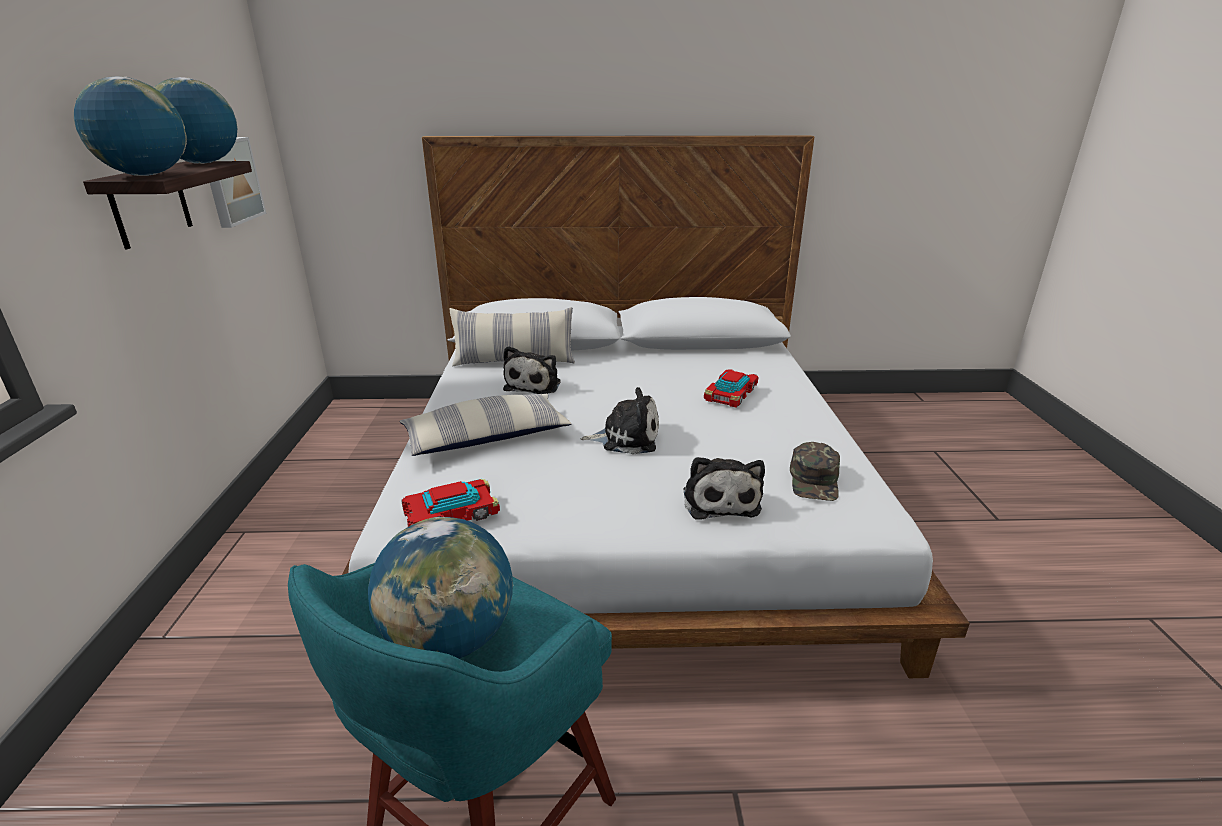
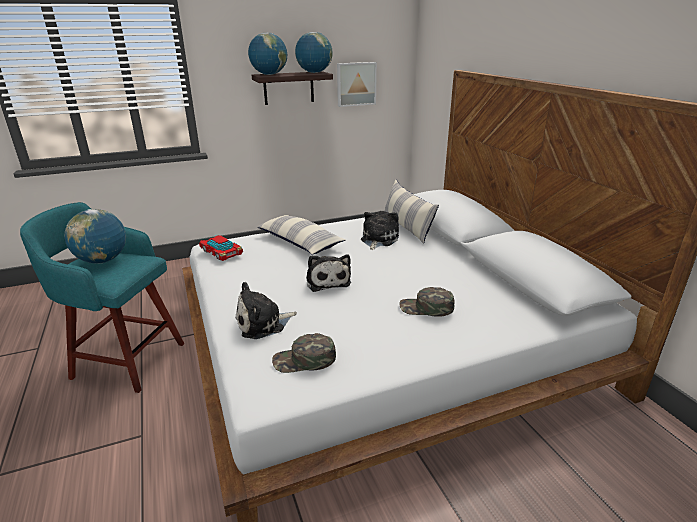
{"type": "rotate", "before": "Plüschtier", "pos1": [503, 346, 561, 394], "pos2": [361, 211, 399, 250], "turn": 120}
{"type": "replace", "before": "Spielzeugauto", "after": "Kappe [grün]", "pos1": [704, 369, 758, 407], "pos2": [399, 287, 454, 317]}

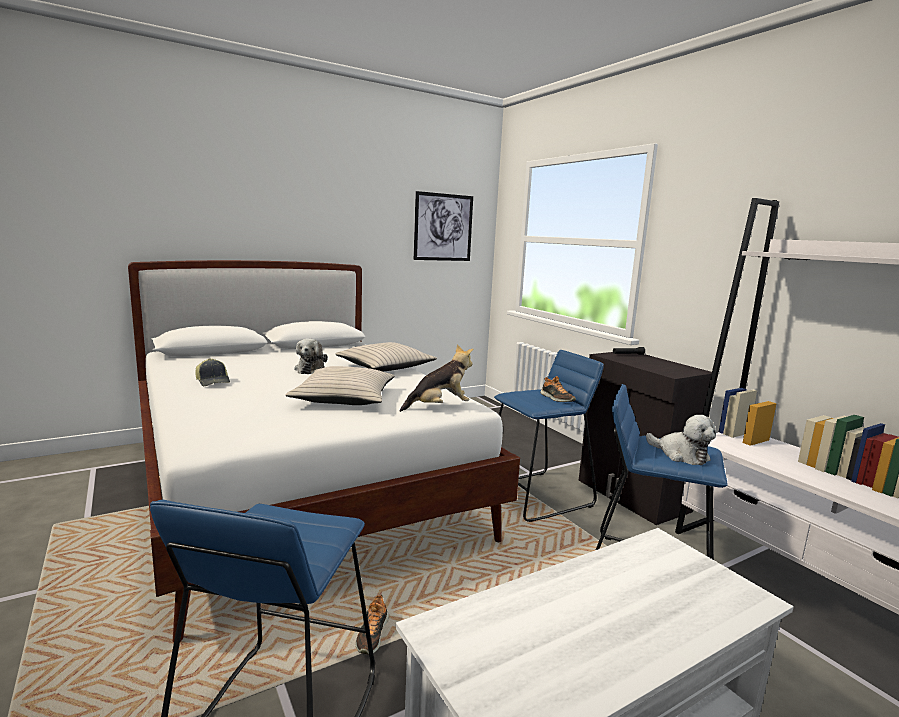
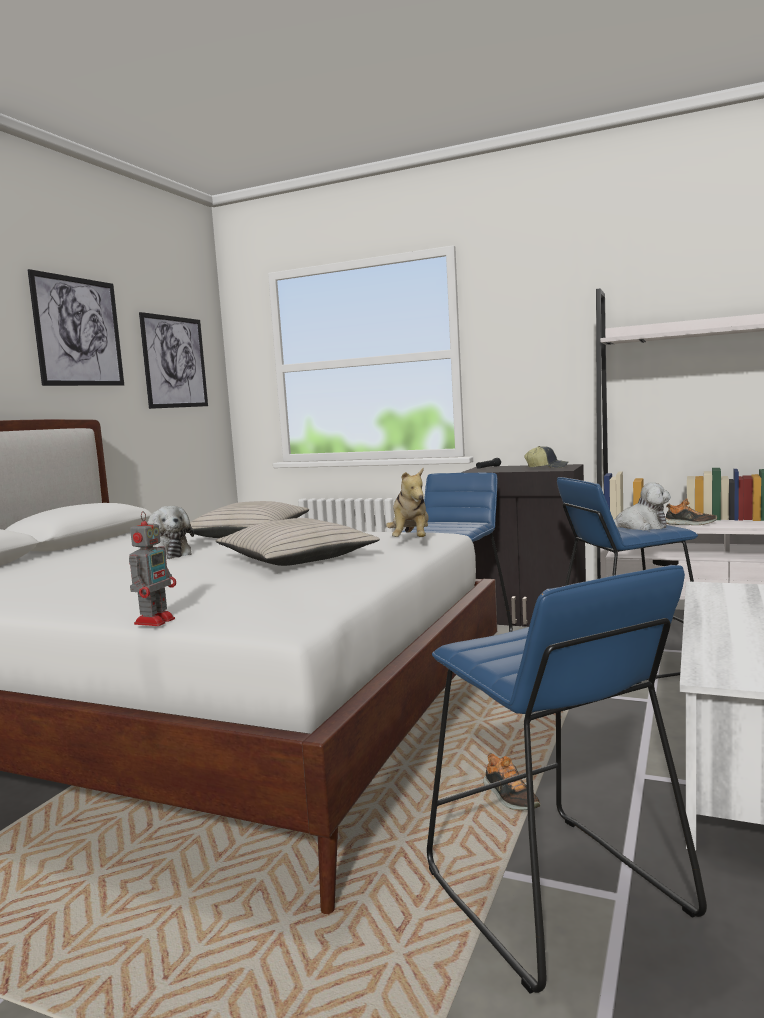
{"type": "insert", "after": "Bild", "pos2": [28, 269, 124, 386]}
{"type": "insert", "after": "Spielzeugroboter", "pos2": [129, 511, 176, 626]}
{"type": "rotate", "before": "Plüschtier", "pos1": [399, 344, 473, 412], "pos2": [386, 468, 429, 537], "turn": 150}
{"type": "move", "before": "Kappe", "pos1": [195, 358, 230, 386], "pos2": [524, 446, 569, 468]}
{"type": "move", "before": "Schuh", "pos1": [540, 376, 576, 402], "pos2": [665, 498, 717, 525]}

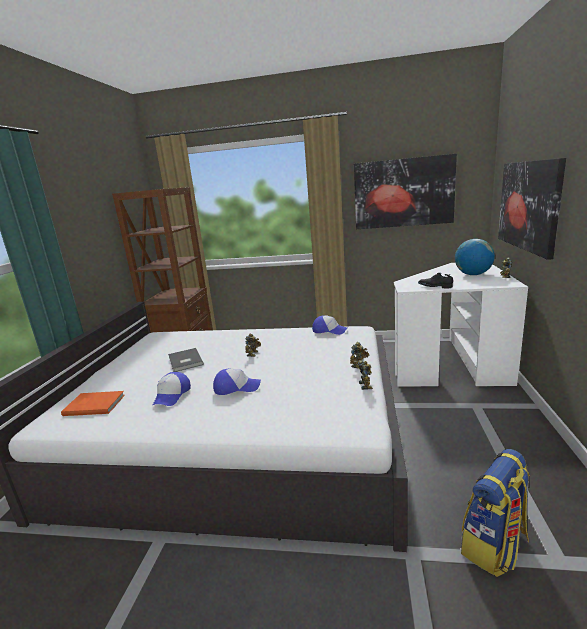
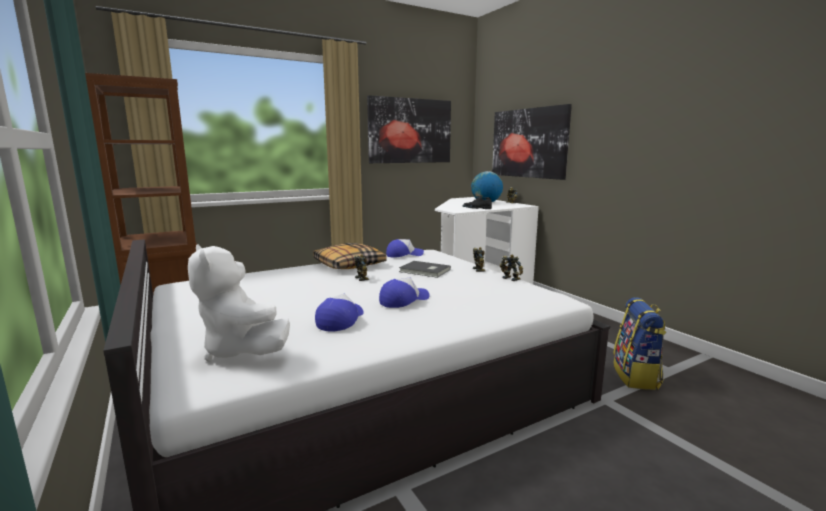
{"type": "replace", "before": "Buch [orange]", "after": "Plüschtier [weiß]", "pos1": [61, 391, 125, 416], "pos2": [188, 244, 290, 361]}
{"type": "insert", "after": "Kissen", "pos2": [313, 243, 387, 269]}
{"type": "rotate", "before": "Kappe", "pos1": [152, 372, 191, 406], "pos2": [315, 294, 364, 332], "turn": -135}
{"type": "move", "before": "Buch [grau]", "pos1": [168, 348, 204, 372], "pos2": [399, 261, 451, 278]}

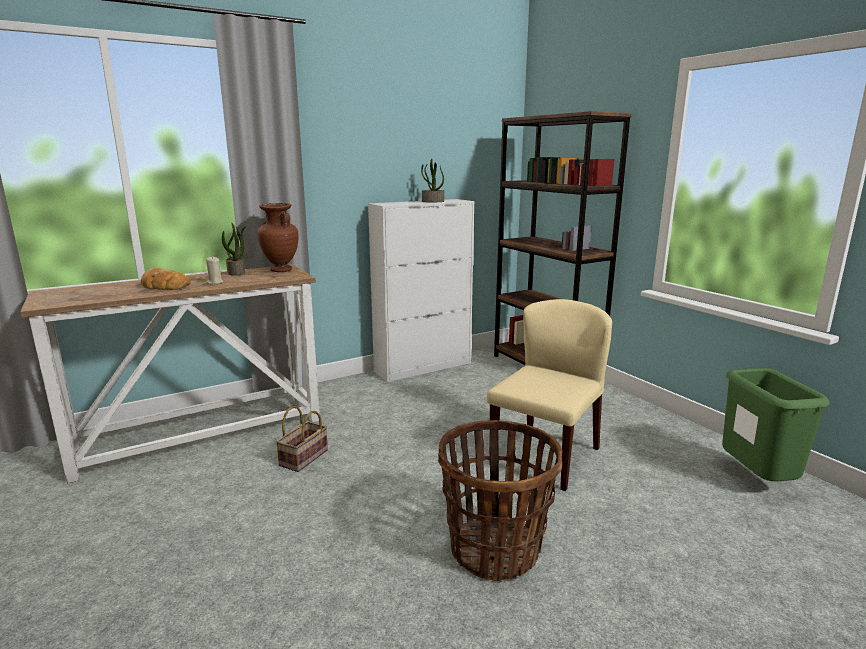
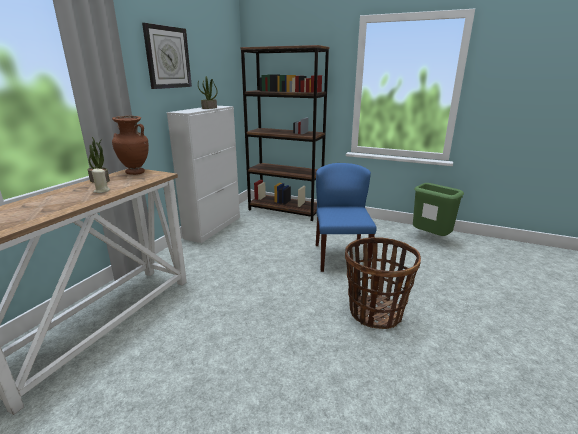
{"type": "insert", "after": "Wanduhr", "pos2": [142, 23, 192, 89]}
{"type": "recolor", "before": "Stuhl [beige]", "after": "Stuhl [blau]", "pos1": [487, 299, 612, 491], "pos2": [316, 163, 377, 272]}
{"type": "delete", "before": "Brot", "pos1": [141, 268, 190, 290]}
{"type": "delete", "before": "Korb", "pos1": [276, 406, 328, 472]}

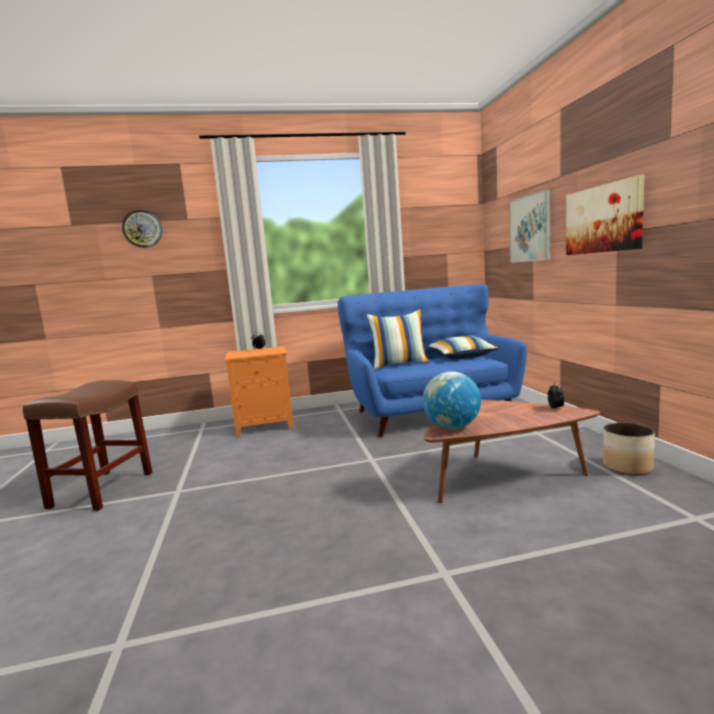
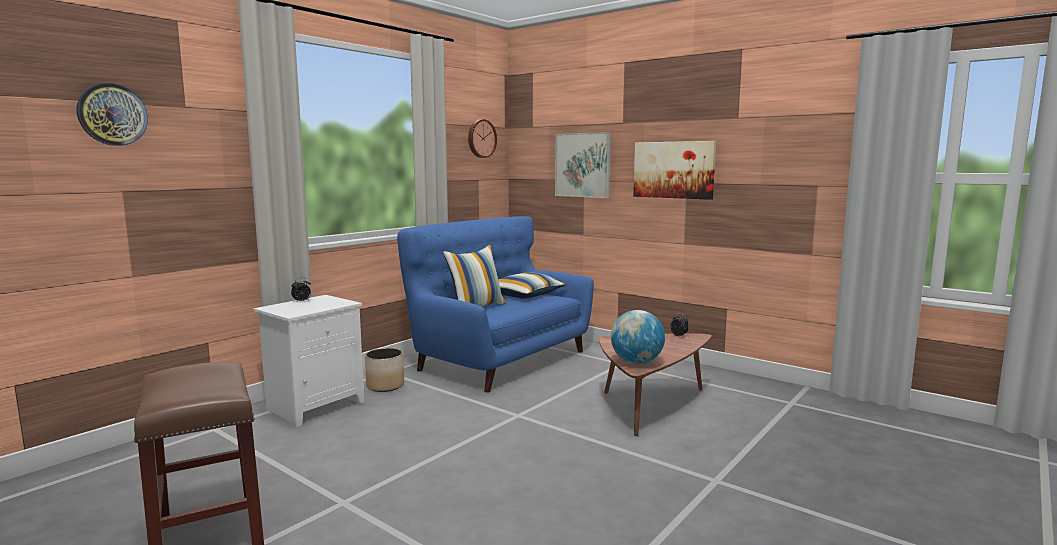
{"type": "recolor", "before": "Nachttisch [orange]", "after": "Nachttisch [weiß]", "pos1": [224, 346, 293, 437], "pos2": [253, 295, 364, 427]}
{"type": "move", "before": "Pflanzkübel", "pos1": [603, 422, 655, 475], "pos2": [365, 348, 404, 392]}
{"type": "insert", "after": "Wanduhr", "pos2": [468, 119, 497, 158]}

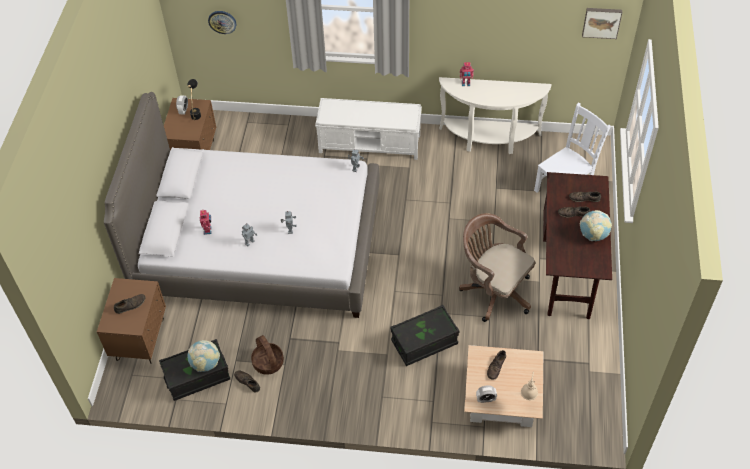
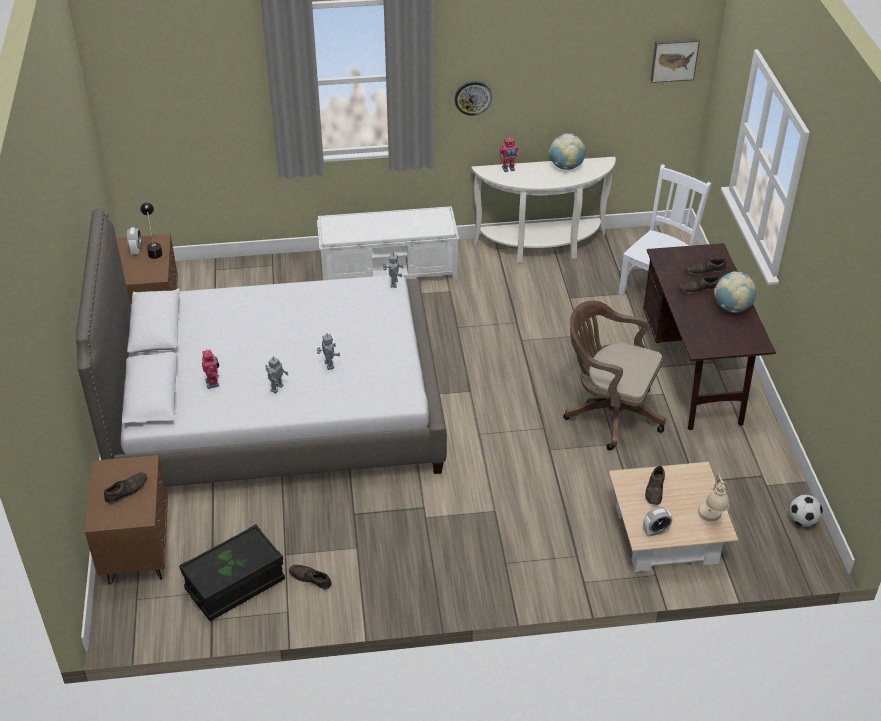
{"type": "move", "before": "Wanduhr", "pos1": [208, 11, 236, 34], "pos2": [455, 81, 492, 116]}
{"type": "move", "before": "Globus", "pos1": [188, 340, 220, 372], "pos2": [549, 133, 585, 170]}
{"type": "insert", "after": "Fußball", "pos2": [789, 495, 823, 527]}
{"type": "delete", "before": "Korb", "pos1": [251, 335, 284, 375]}
{"type": "delete", "before": "Aufbewahrungsbox [schwarz]", "pos1": [390, 305, 459, 366]}

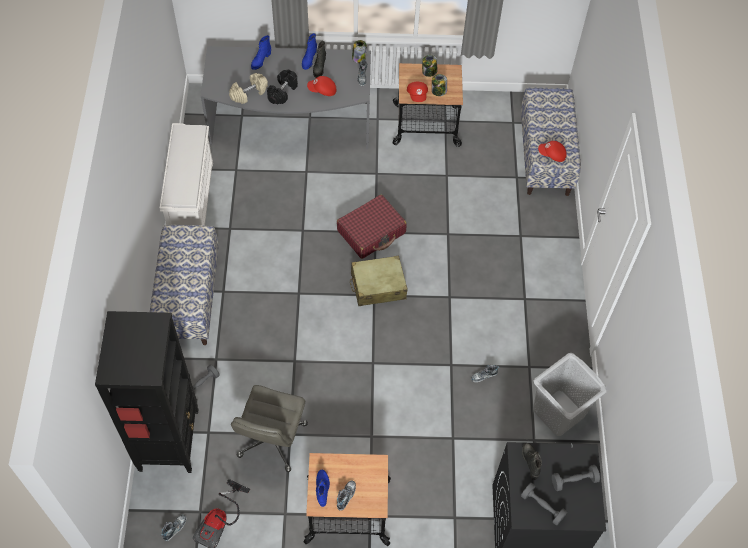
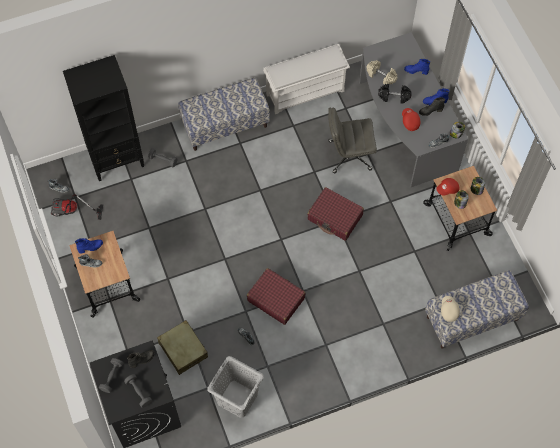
{"type": "move", "before": "Koffer [beige]", "pos1": [350, 256, 408, 306], "pos2": [157, 320, 208, 375]}
{"type": "insert", "after": "Koffer [rot]", "pos2": [247, 268, 306, 325]}
{"type": "move", "before": "Bürostuhl [grau]", "pos1": [231, 385, 308, 472], "pos2": [328, 107, 377, 173]}
{"type": "recolor", "before": "Kappe [rot]", "after": "Kappe [beige]", "pos1": [538, 141, 567, 162], "pos2": [441, 296, 460, 322]}

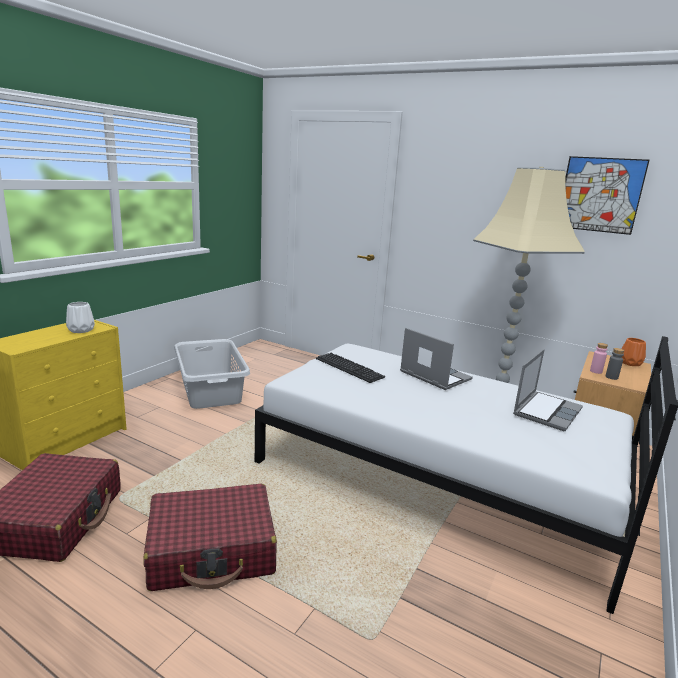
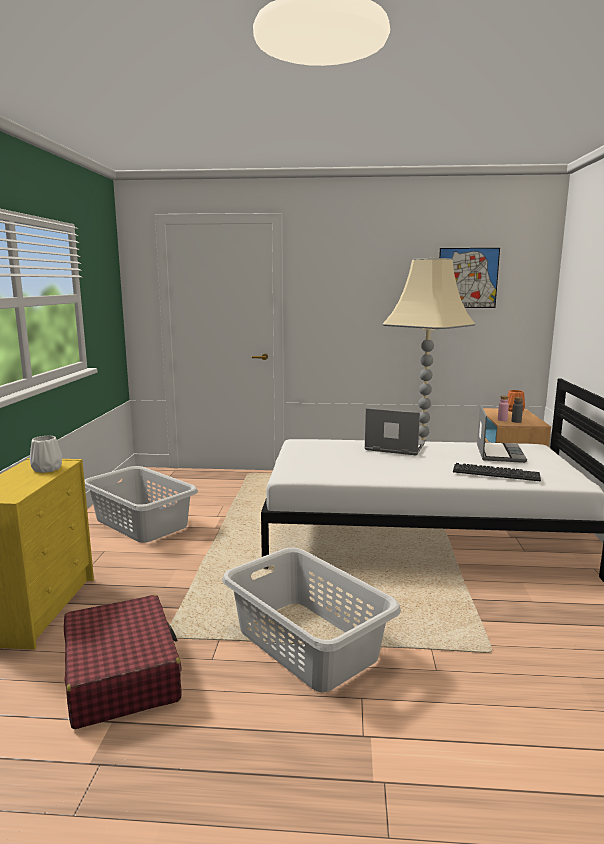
{"type": "replace", "before": "Koffer [rot]", "after": "Wäschekorb [grau]", "pos1": [143, 484, 277, 591], "pos2": [222, 548, 401, 692]}
{"type": "move", "before": "Tastatur", "pos1": [316, 353, 385, 383], "pos2": [453, 463, 541, 481]}

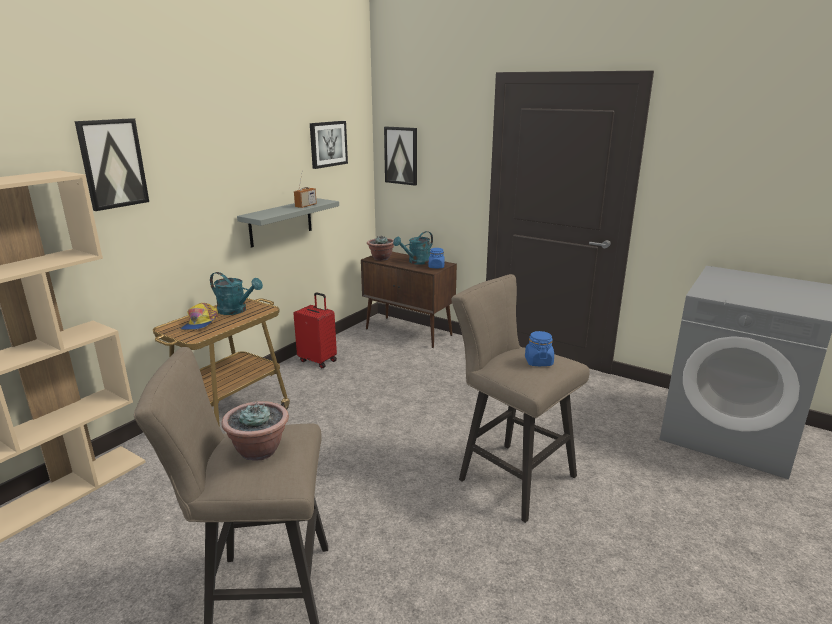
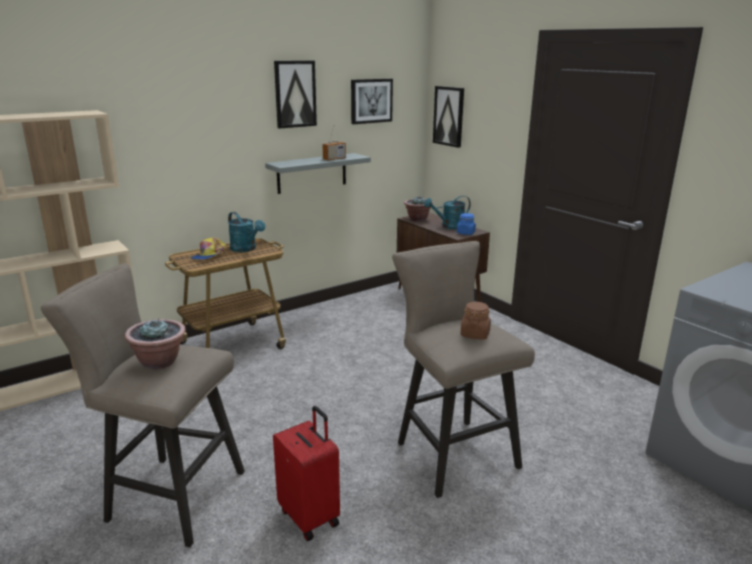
{"type": "move", "before": "Koffer [rot]", "pos1": [293, 292, 337, 368], "pos2": [273, 406, 340, 541]}
{"type": "move", "before": "Bild", "pos1": [75, 118, 149, 211], "pos2": [274, 61, 317, 129]}
{"type": "recolor", "before": "Vorratsglas [blau]", "after": "Vorratsglas [braun]", "pos1": [525, 331, 554, 366], "pos2": [460, 302, 491, 340]}

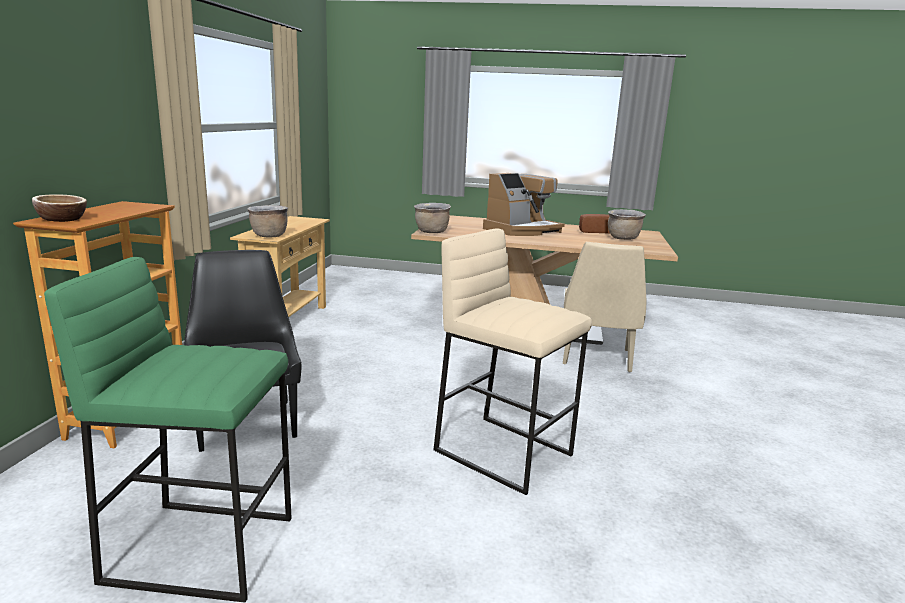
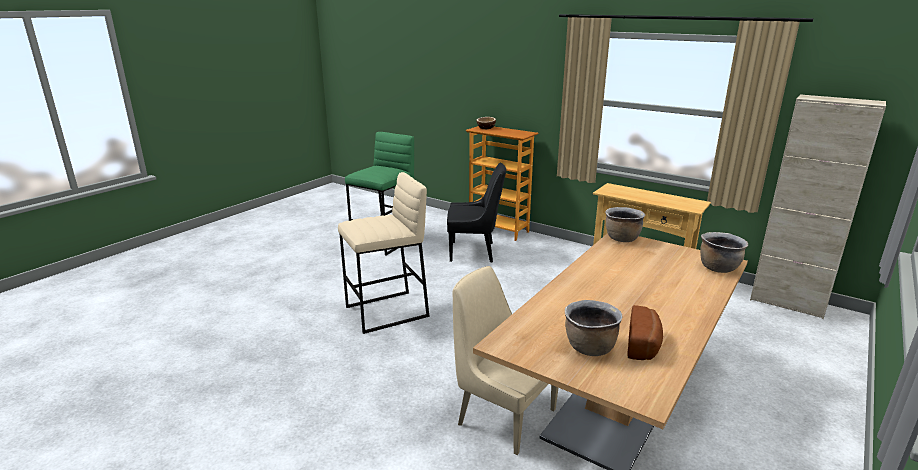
{"type": "move", "before": "Kochtopf [braun]", "pos1": [247, 205, 288, 237], "pos2": [700, 232, 748, 273]}
{"type": "insert", "after": "Schrank [beige]", "pos2": [750, 94, 886, 319]}
{"type": "delete", "before": "Kaffeemaschine", "pos1": [483, 173, 565, 236]}

